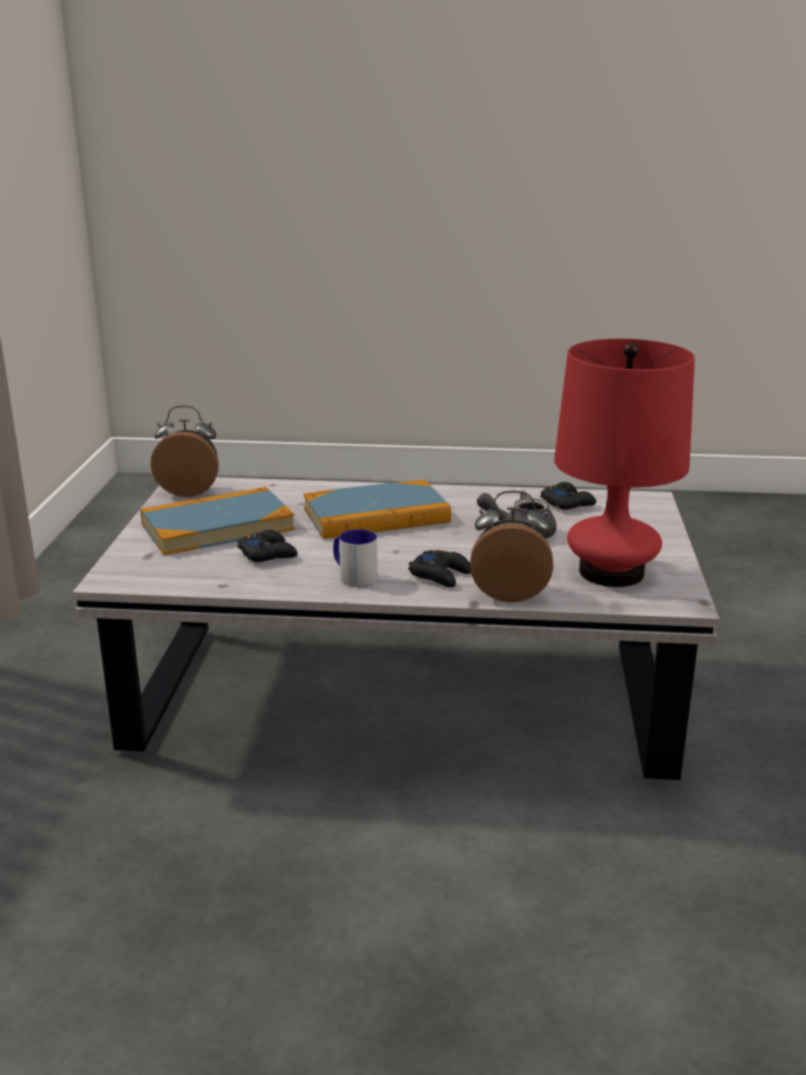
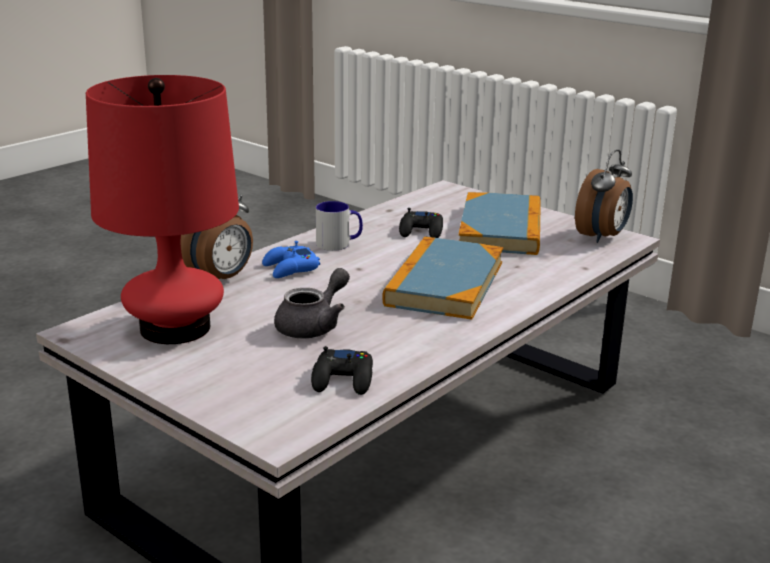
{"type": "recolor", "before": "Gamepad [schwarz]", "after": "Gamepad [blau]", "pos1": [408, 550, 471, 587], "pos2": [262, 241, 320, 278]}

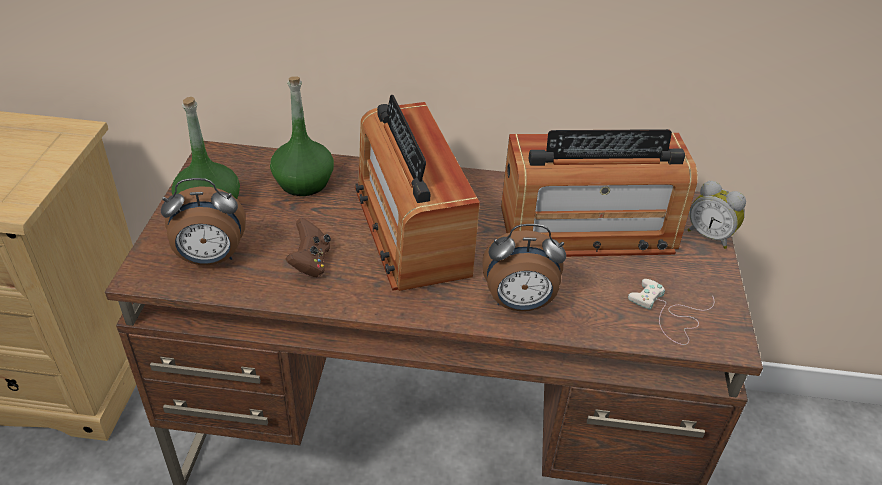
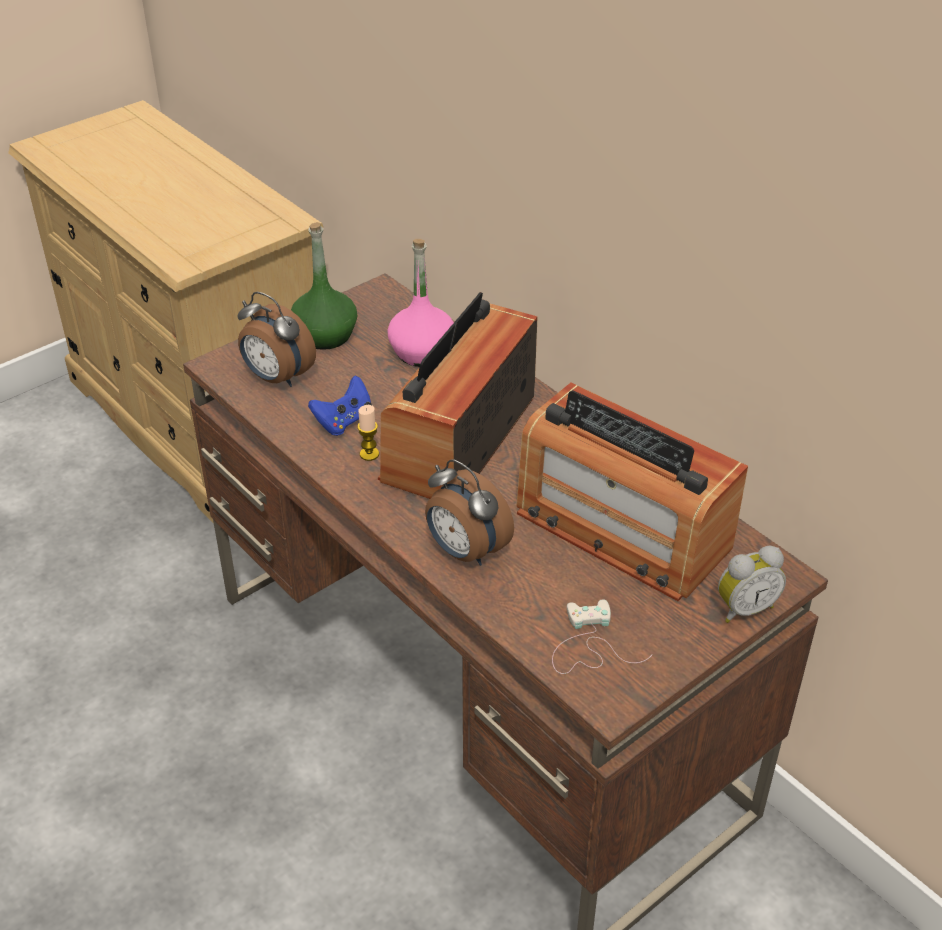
{"type": "recolor", "before": "Gamepad [braun]", "after": "Gamepad [blau]", "pos1": [286, 218, 331, 277], "pos2": [308, 376, 372, 436]}
{"type": "insert", "after": "Kerze", "pos2": [357, 405, 379, 461]}
{"type": "recolor", "before": "Flasche [grün]", "after": "Flasche [rosa]", "pos1": [270, 76, 334, 196], "pos2": [387, 239, 454, 367]}
{"type": "rotate", "before": "Wecker", "pos1": [687, 181, 746, 249], "pos2": [718, 546, 786, 623], "turn": -105}

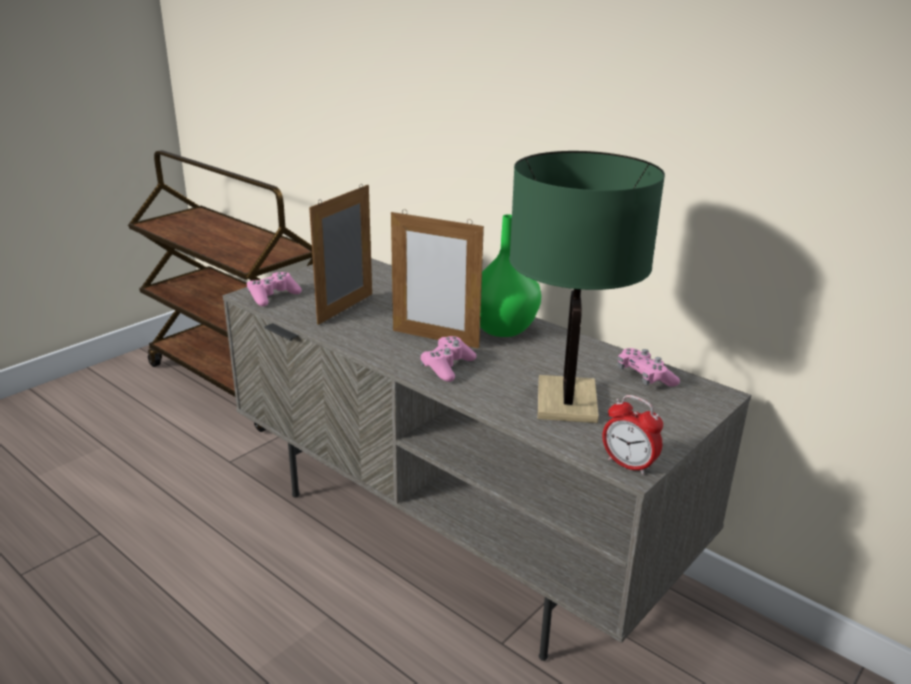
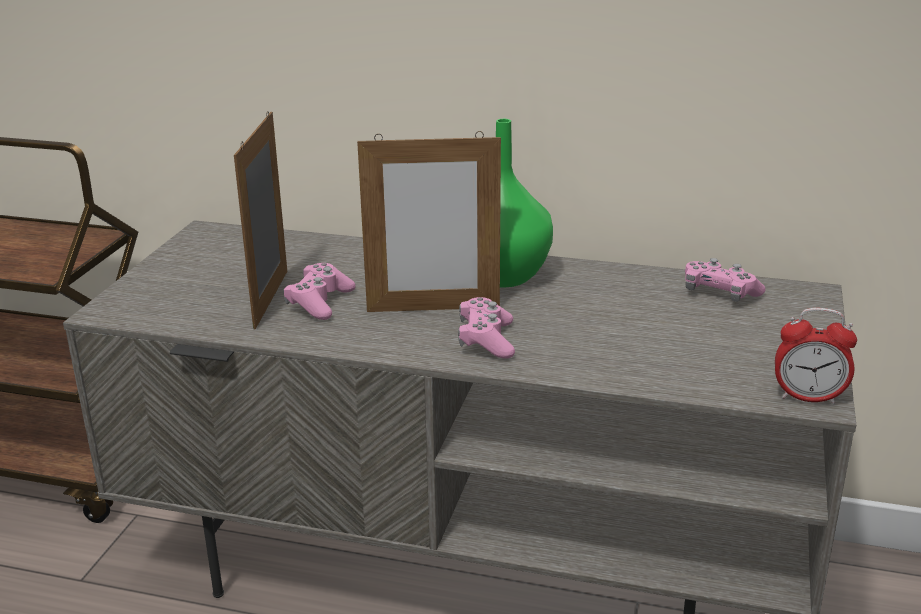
{"type": "move", "before": "Gamepad [rosa]", "pos1": [247, 272, 302, 306], "pos2": [283, 263, 356, 320]}
{"type": "delete", "before": "Tischlampe [grün]", "pos1": [509, 151, 665, 423]}

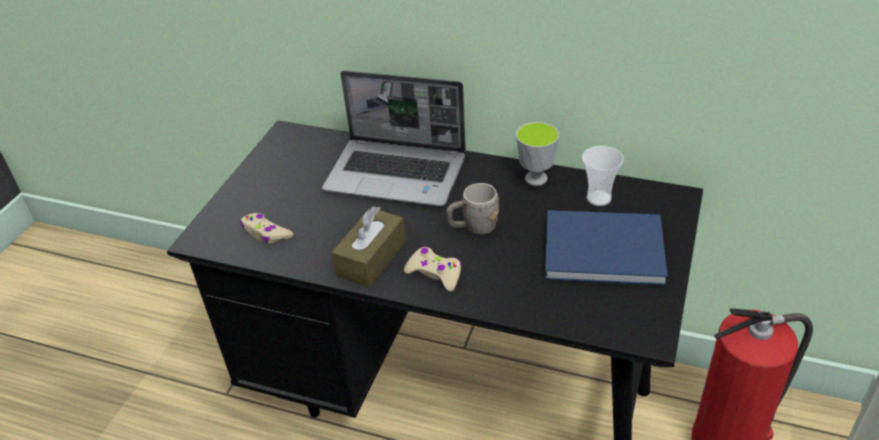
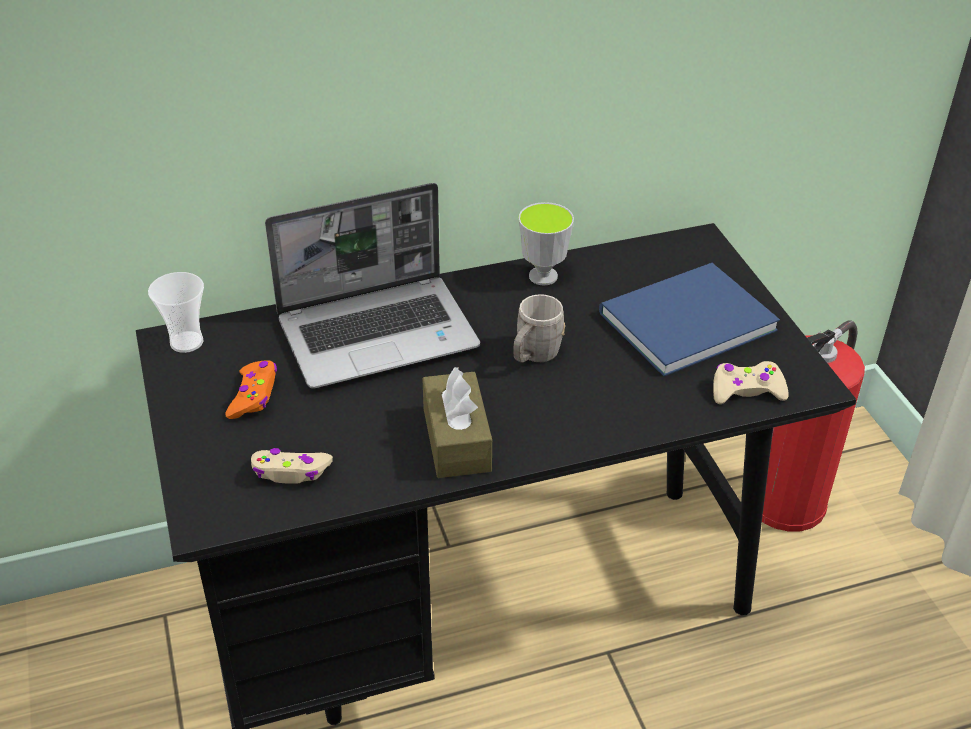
{"type": "move", "before": "Tasse", "pos1": [582, 146, 624, 206], "pos2": [148, 272, 204, 353]}
{"type": "insert", "after": "Gamepad [orange]", "pos2": [225, 360, 277, 419]}
{"type": "move", "before": "Gamepad [beige]", "pos1": [404, 247, 461, 292], "pos2": [713, 361, 789, 404]}

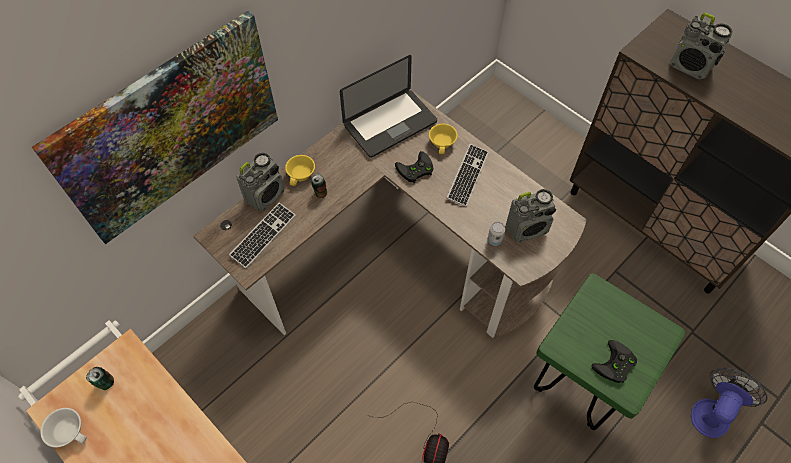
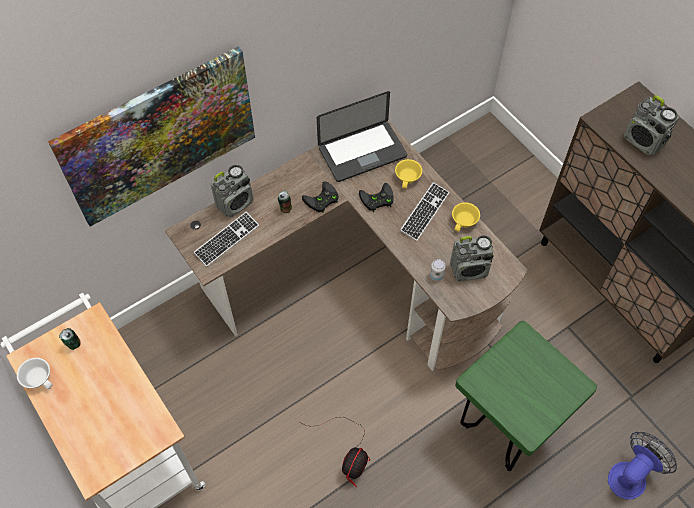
{"type": "move", "before": "Gamepad [schwarz]", "pos1": [592, 340, 637, 383], "pos2": [302, 181, 339, 213]}
{"type": "move", "before": "Tasse [gelb]", "pos1": [285, 155, 315, 186], "pos2": [452, 202, 480, 232]}

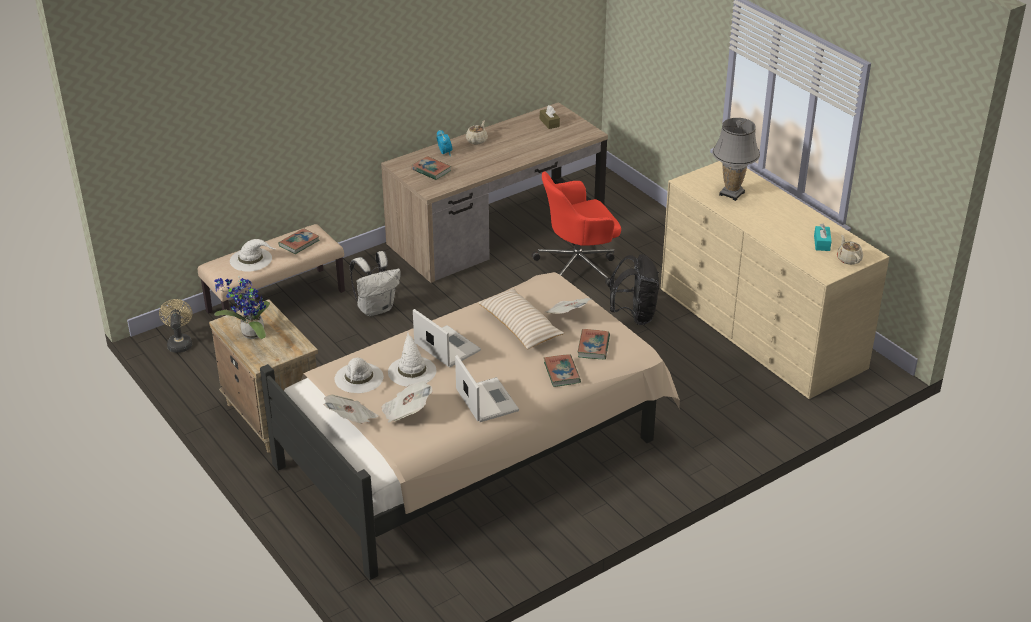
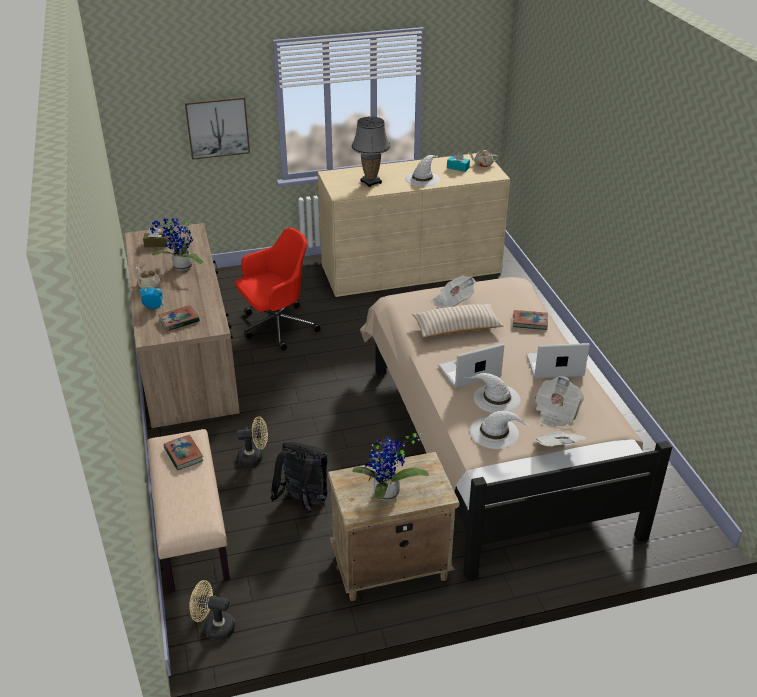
{"type": "insert", "after": "Topfpflanze", "pos2": [150, 218, 203, 271]}
{"type": "insert", "after": "Bild", "pos2": [185, 96, 250, 160]}
{"type": "rotate", "before": "Bürostuhl [rot]", "pos1": [532, 172, 621, 287], "pos2": [236, 228, 321, 351], "turn": -120}
{"type": "replace", "before": "Rucksack [weiß]", "after": "Ventilator [beige]", "pos1": [350, 251, 401, 316], "pos2": [236, 416, 268, 466]}
{"type": "move", "before": "Rucksack [schwarz]", "pos1": [610, 254, 659, 325], "pos2": [270, 442, 327, 513]}
{"type": "move", "before": "Hut [weiß]", "pos1": [230, 239, 275, 272], "pos2": [405, 155, 440, 187]}
{"type": "delete", "before": "Buch", "pos1": [578, 329, 610, 360]}

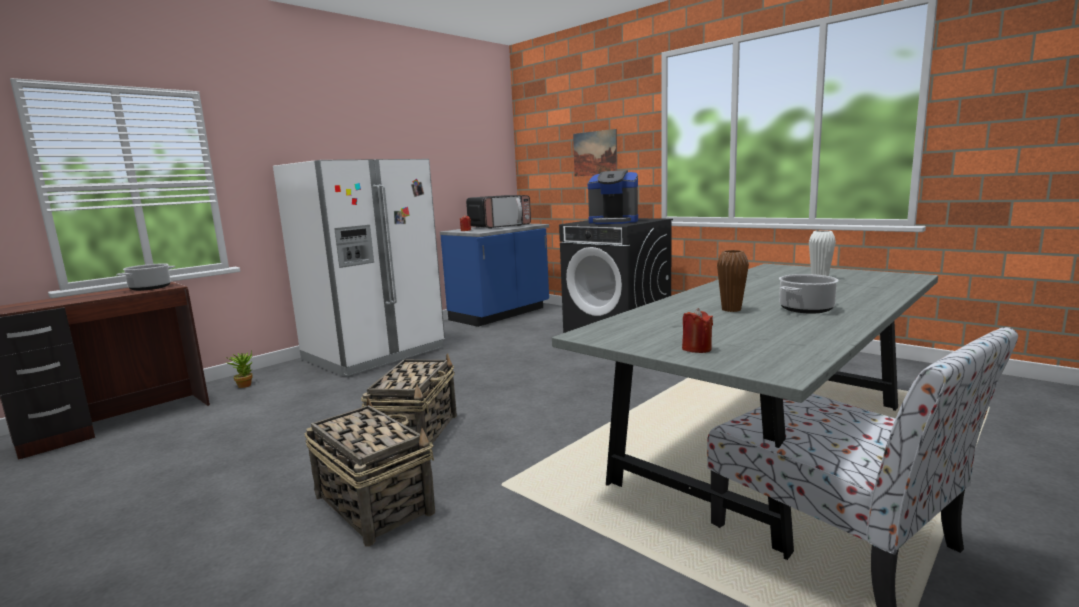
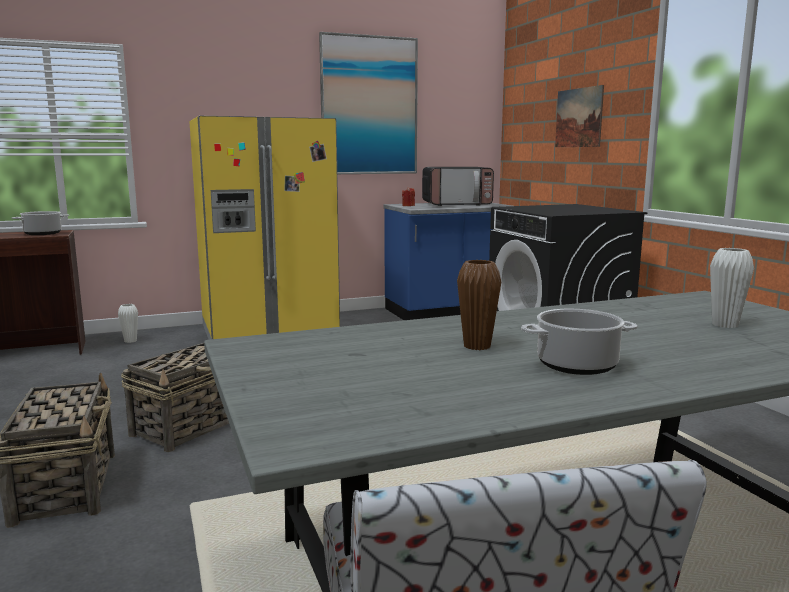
{"type": "replace", "before": "Topfpflanze", "after": "Vase [weiß]", "pos1": [225, 350, 253, 388], "pos2": [118, 304, 138, 343]}
{"type": "recolor", "before": "Kühlschrank [weiß]", "after": "Kühlschrank [gelb]", "pos1": [273, 159, 445, 376], "pos2": [189, 116, 340, 340]}
{"type": "insert", "after": "Bild", "pos2": [319, 32, 418, 174]}
{"type": "delete", "before": "Kaffeemaschine", "pos1": [588, 170, 638, 224]}
{"type": "delete", "before": "Kerze [rot]", "pos1": [682, 308, 713, 353]}

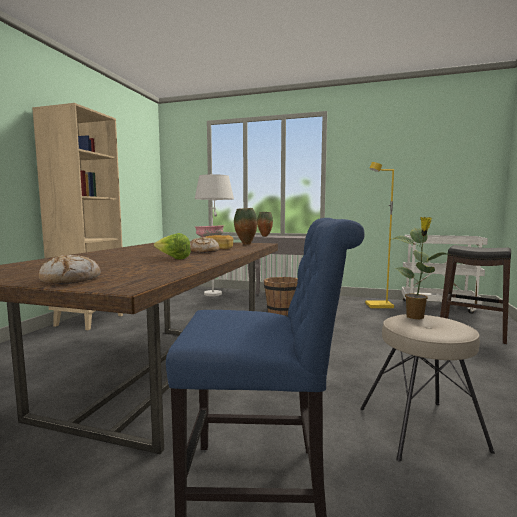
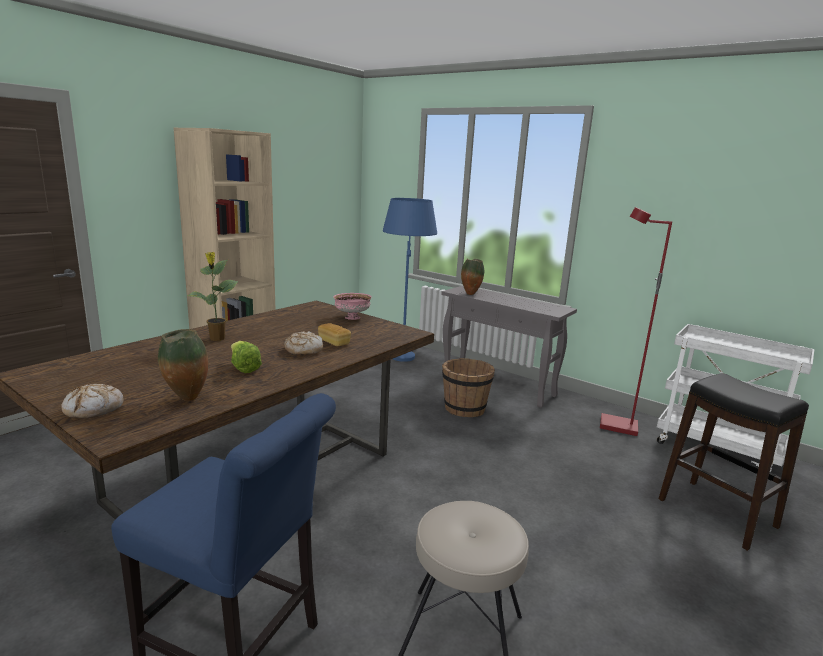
{"type": "move", "before": "Vase", "pos1": [234, 208, 257, 245], "pos2": [158, 329, 208, 401]}
{"type": "move", "before": "Topfpflanze", "pos1": [392, 217, 447, 319], "pos2": [187, 252, 238, 341]}
{"type": "recolor", "before": "Stehlampe [weiß]", "after": "Stehlampe [blau]", "pos1": [195, 174, 234, 296], "pos2": [383, 198, 437, 362]}
{"type": "recolor", "before": "Stehlampe [gelb]", "after": "Stehlampe [rot]", "pos1": [365, 162, 394, 308], "pos2": [600, 207, 672, 436]}

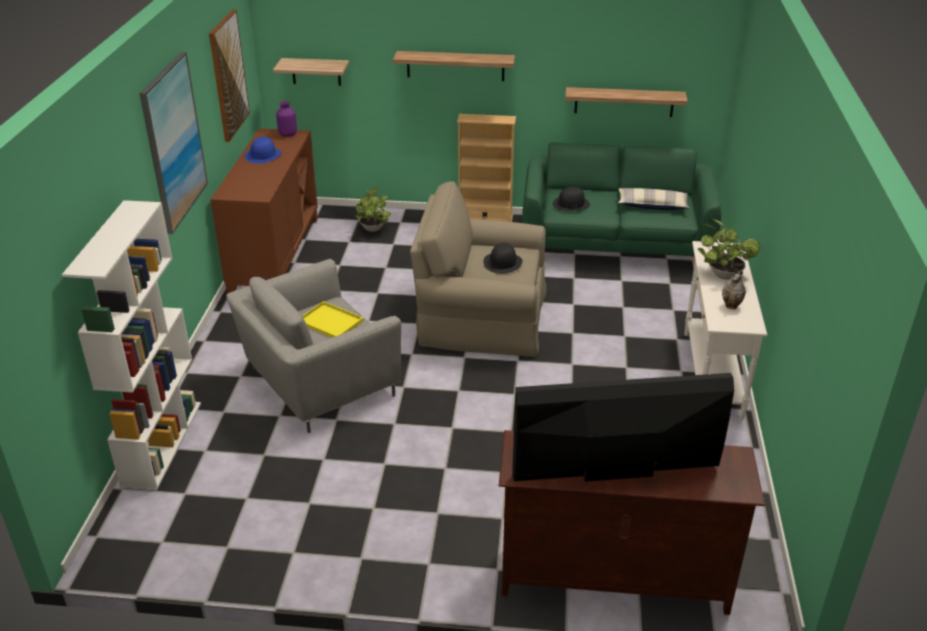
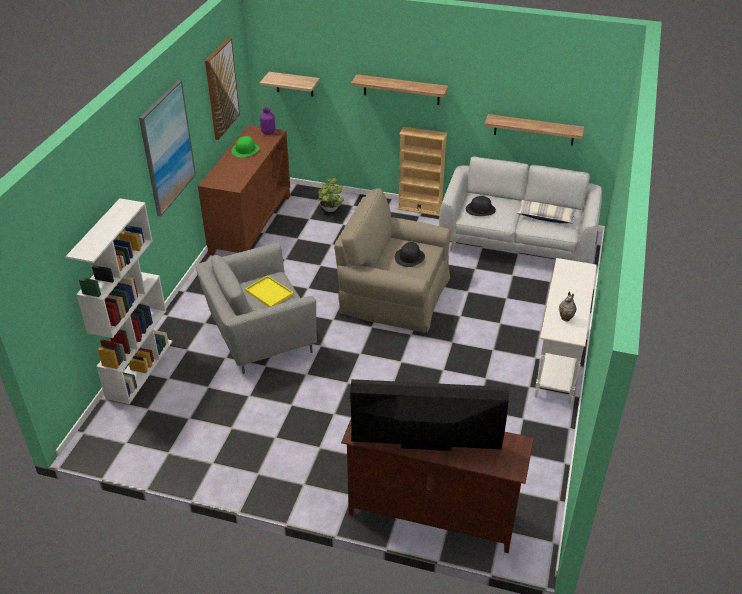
{"type": "recolor", "before": "Hut [blau]", "after": "Hut [grün]", "pos1": [245, 137, 282, 164], "pos2": [231, 136, 260, 157]}
{"type": "recolor", "before": "Sofa [grün]", "after": "Sofa [grau]", "pos1": [522, 142, 721, 269], "pos2": [439, 156, 602, 263]}
{"type": "delete", "before": "Topfpflanze", "pos1": [698, 219, 760, 279]}

